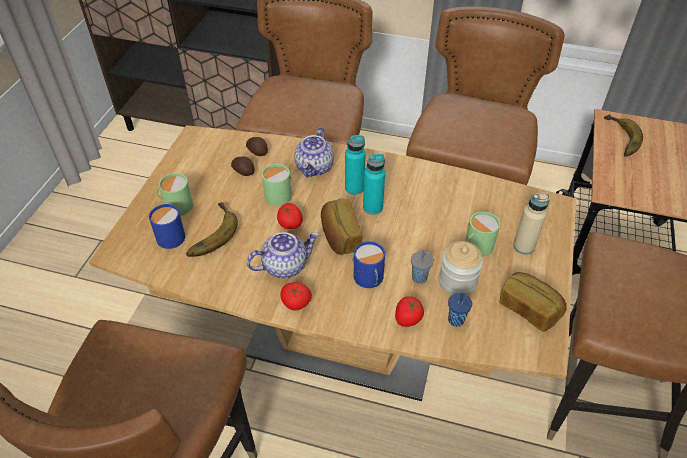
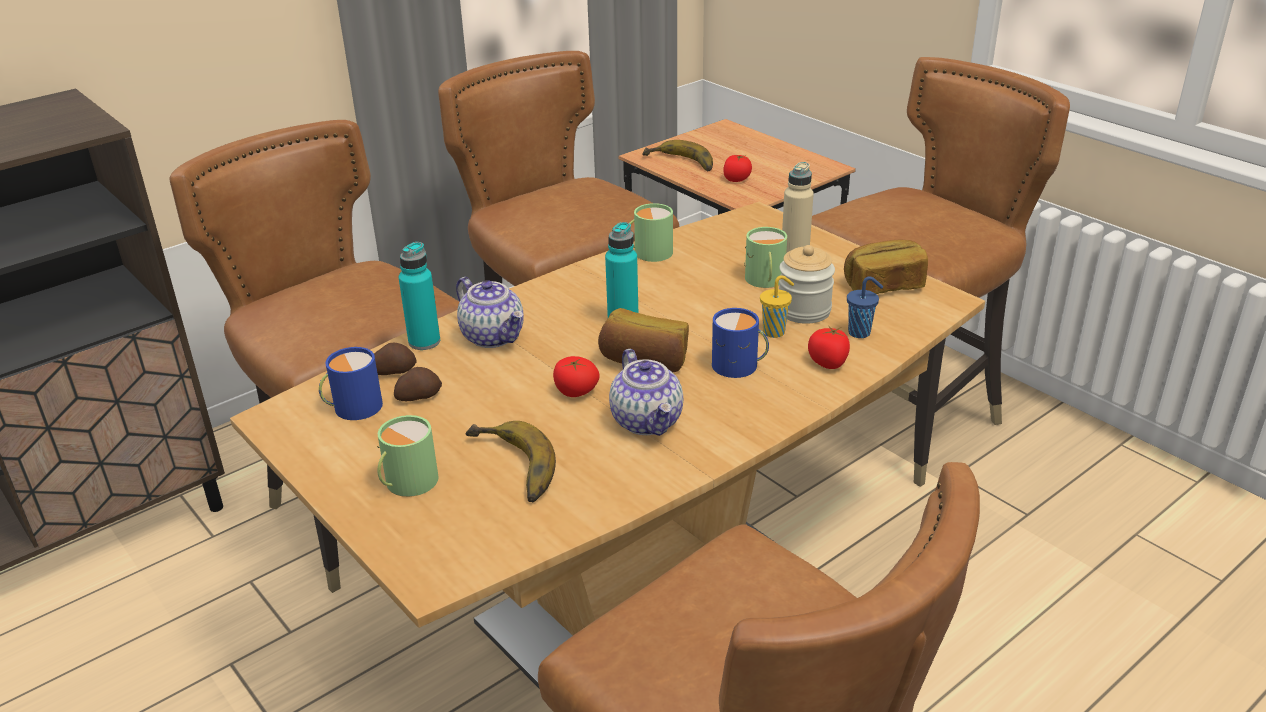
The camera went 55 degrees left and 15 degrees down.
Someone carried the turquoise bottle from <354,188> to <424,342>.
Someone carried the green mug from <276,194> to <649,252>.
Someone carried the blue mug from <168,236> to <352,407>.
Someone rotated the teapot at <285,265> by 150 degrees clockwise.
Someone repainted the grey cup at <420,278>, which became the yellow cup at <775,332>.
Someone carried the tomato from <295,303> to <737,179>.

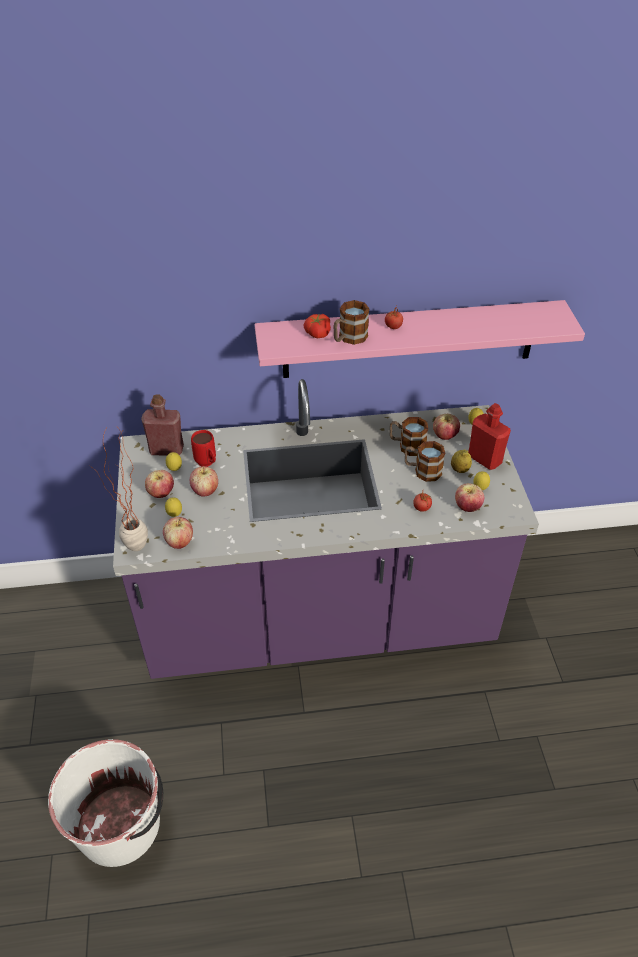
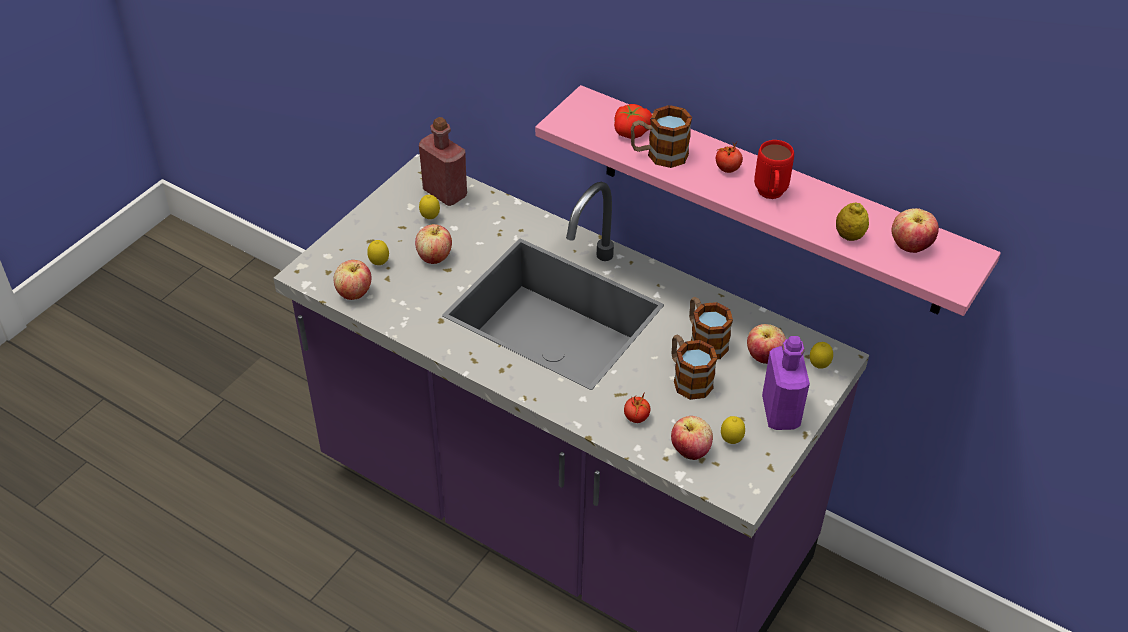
The camera went 40 degrees right and 0 degrees up.
Someone repainted the red bottle at <484,459>, which became the purple bottle at <780,412>.
Someone took away the potted plant at <134,553>.
Someone carried the red mug from <207,464> to <770,196>.
Someone carried the lemon from <459,470> to <849,236>.
Someone carried the apple from <161,493> to <910,246>.
Someone took away the white bucket at <120,824>.

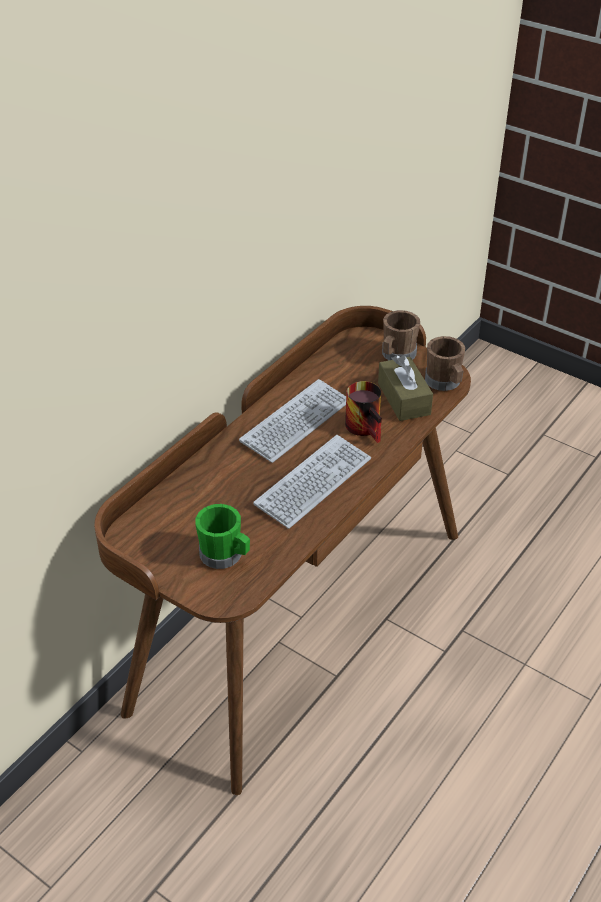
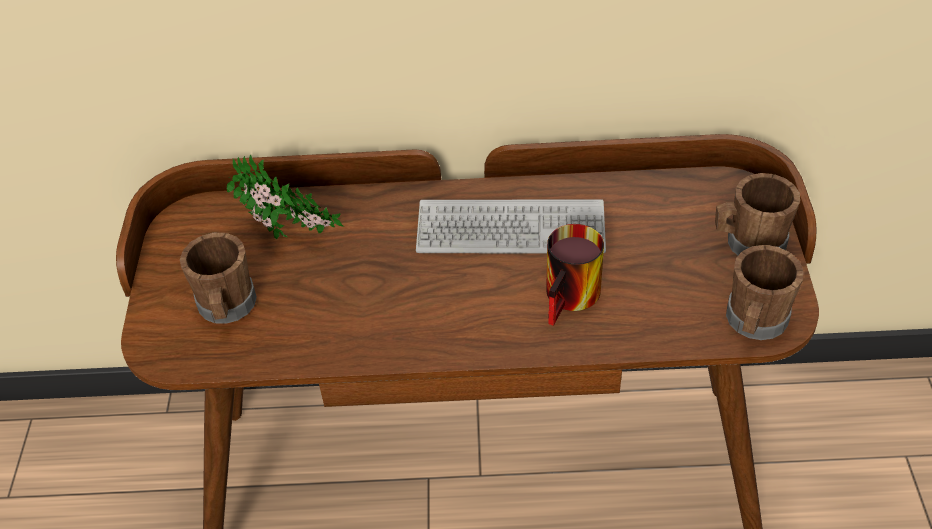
The camera went 55 degrees right and 5 degrees up.
Someone took away the brown tissue box at <404,399>.
Someone took away the keyboard at <313,482>.
Someone repainted the green mug at <225,555>, which became the brown mug at <227,307>.
Someone put down the potted plant at <291,238>.

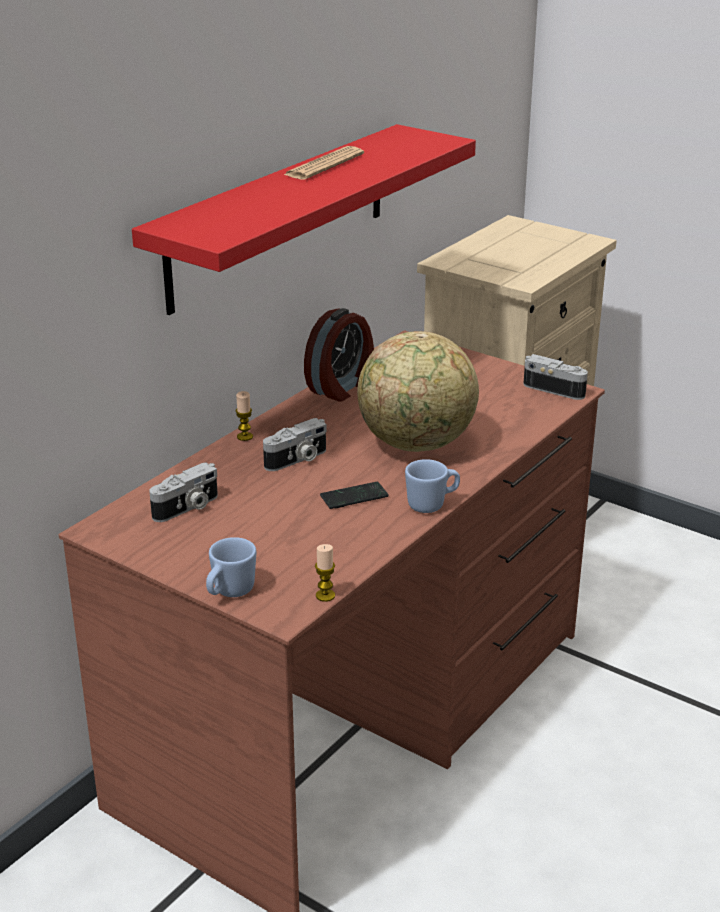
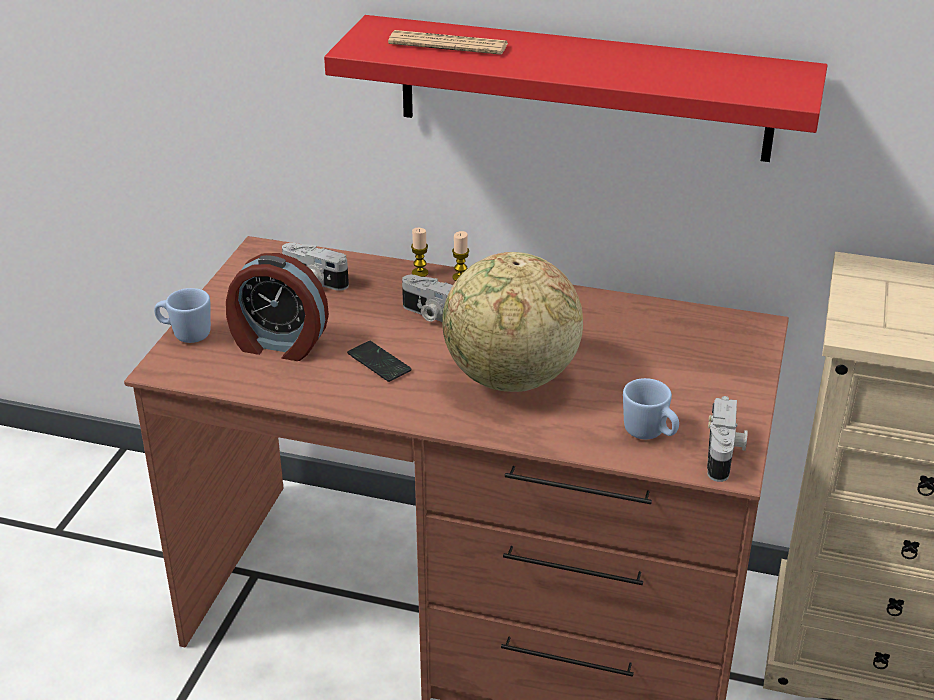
The camera went 70 degrees right and 5 degrees up.
Someone carried the newspaper from <324,165> to <448,44>.
Someone carried the alarm clock from <342,387> to <278,344>.
Someone carried the blue mug from <432,504> to <650,434>.
Someone carried the candle from <325,595> to <420,273>.

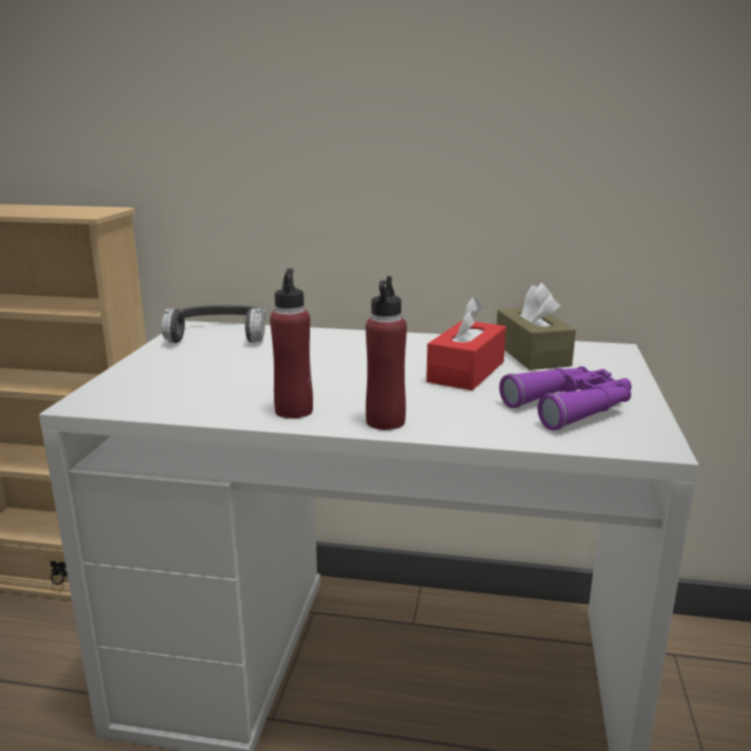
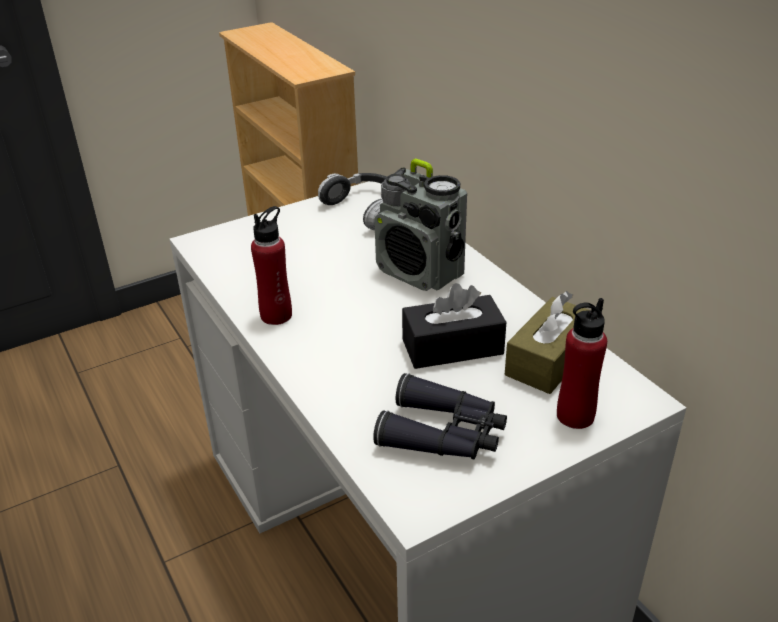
The camera went 50 degrees right and 15 degrees up.
Someone carried the red bottle from <385,422> to <575,416>.
Someone repainted the red tissue box at <466,372>, which became the black tissue box at <452,347>.
Someone repainted the purple binoculars at <571,407>, which became the black binoculars at <444,434>.
Someone put down the radio at <420,273>.

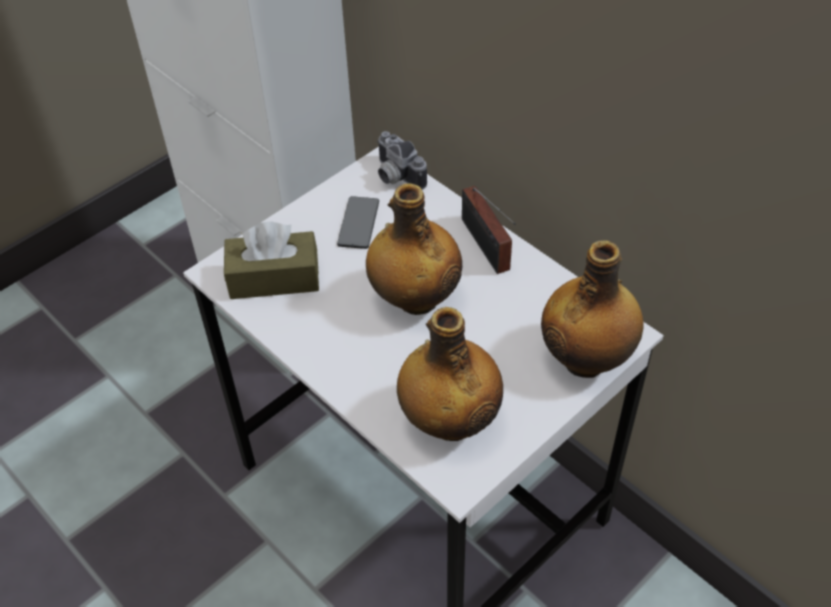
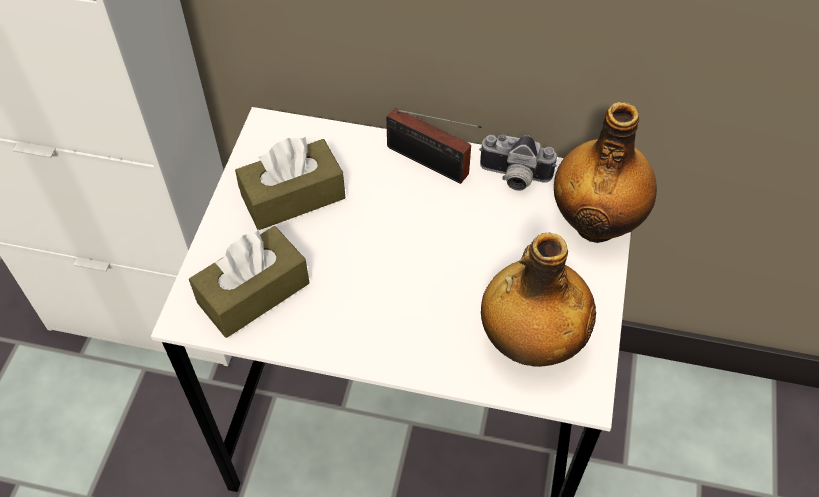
The camera went 35 degrees left and 5 degrees up.
Someone carried the photo camera from <395,176> to <513,178>.
Someone took away the bottle at <415,298>.
Someone swapped the phone at <358,223> for the brown tissue box at <293,197>.

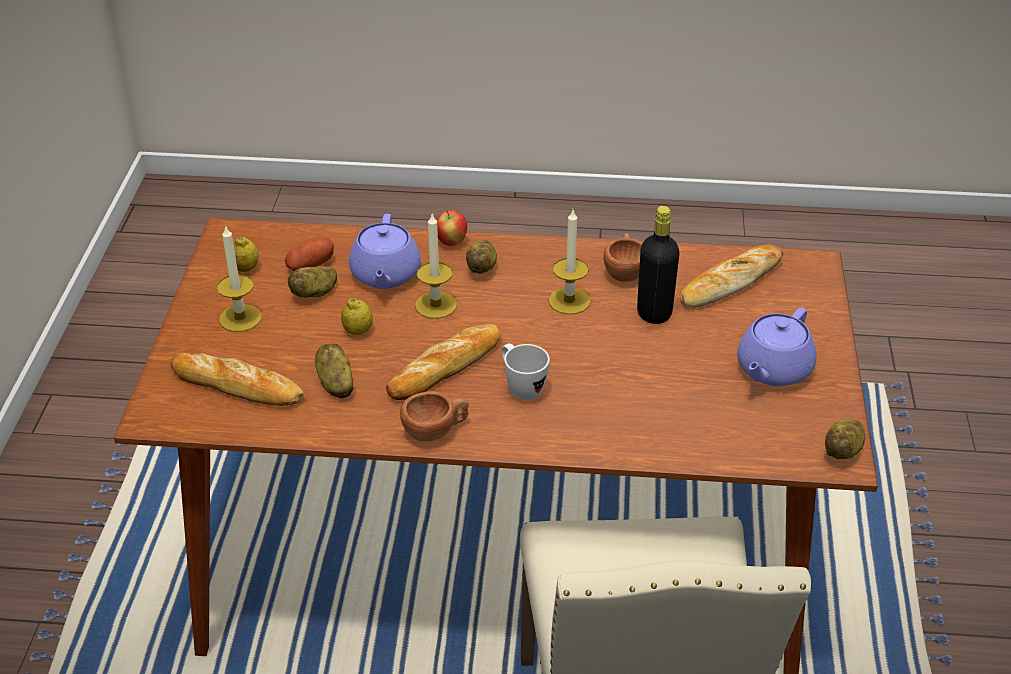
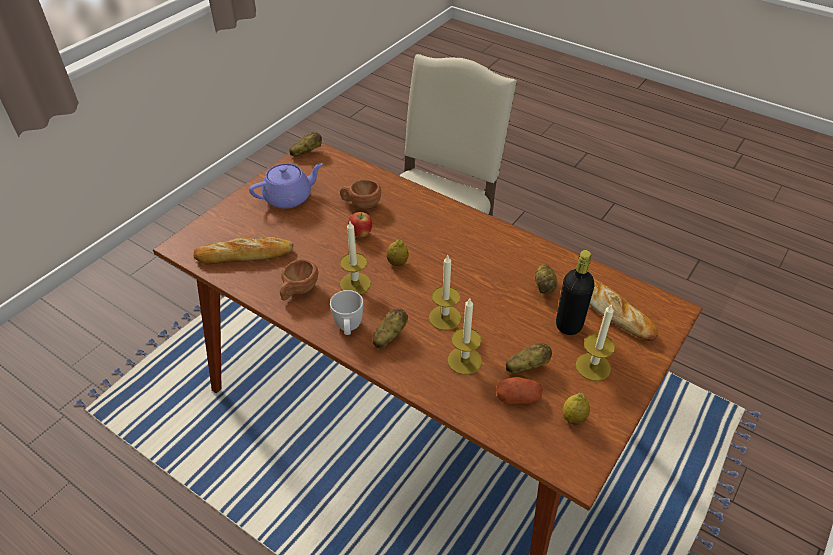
The camera went 150 degrees left and 5 degrees up.
Someone carried the black bottle from <654,313> to <568,325>.
Someone carried the apple from <451,242> to <360,234>.
Someone swapped the purple teapot at <385,275> for the candle at <464,360>.
Someone carried the lemon from <358,331> to <397,263>.
Someone took away the bread at <446,367>.
Someone carried the white mug from <521,387> to <348,329>.
Someone carried the brown cup from <436,431> to <361,204>.

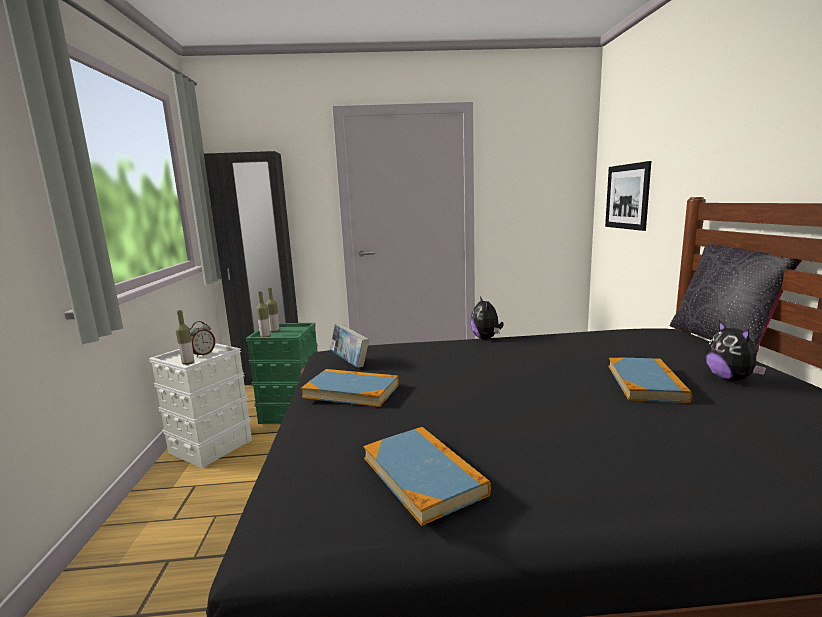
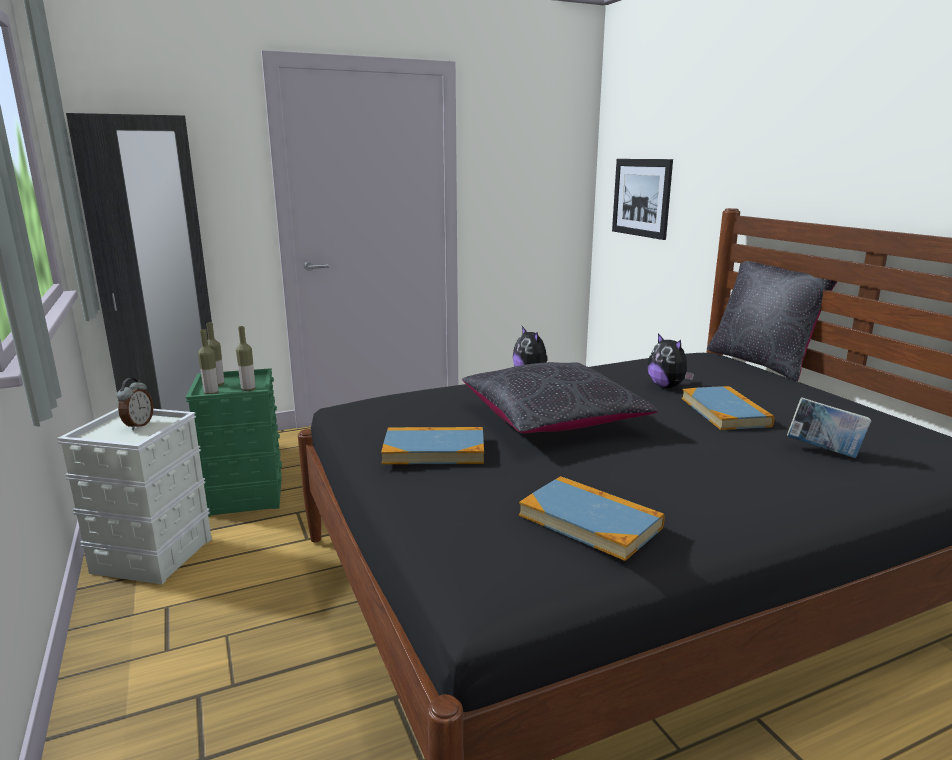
The camera went 20 degrees left and 5 degrees up.
Someone carried the bottle from <188,363> to <248,389>.
Someone carried the plush toy from <730,379> to <667,386>.
Someone carried the book from <350,362> to <823,451>.
Someone put down the black pillow at <552,419>.

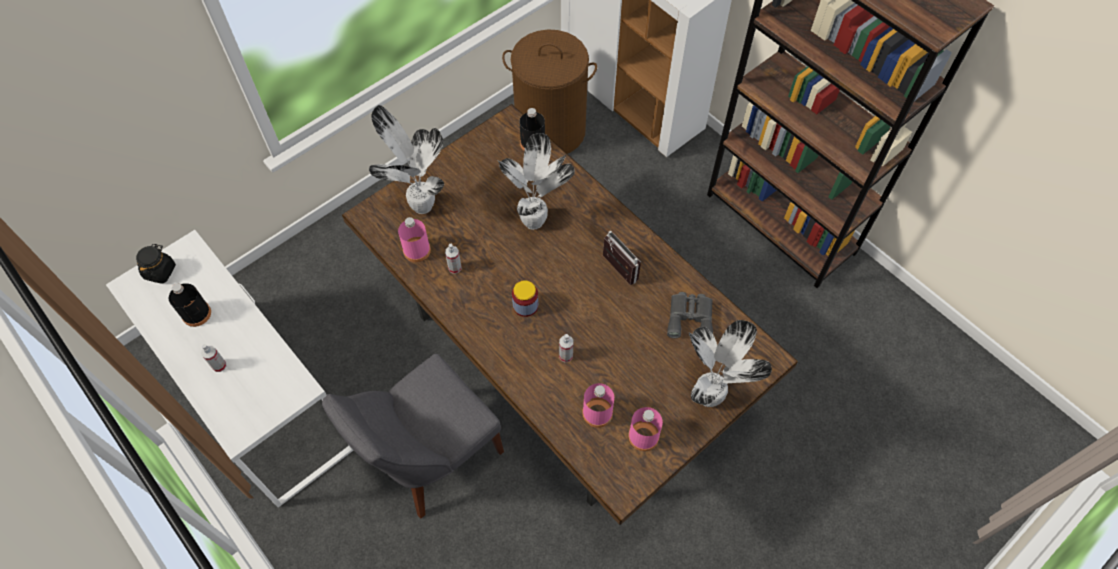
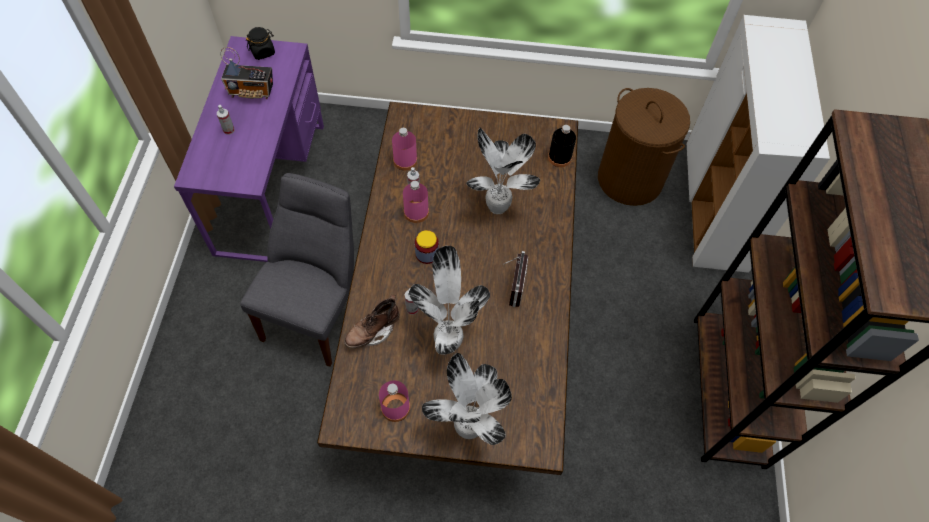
The camera went 45 degrees right and 0 degrees up.
Someone carried the potted plant from <421,205> to <448,340>.
Someone repainted the white desk at <259,399>, which became the purple desk at <271,187>.
Someone swapped the black bottle at <196,314> for the radio at <252,91>.
Someone took away the grey binoculars at <690,317>.
Someone rotated the grey chair at <430,457> by 105 degrees clockwise.
Someone carried the pink bottle from <597,413> to <416,212>.
Someone put down the brown boot at <373,331>.

